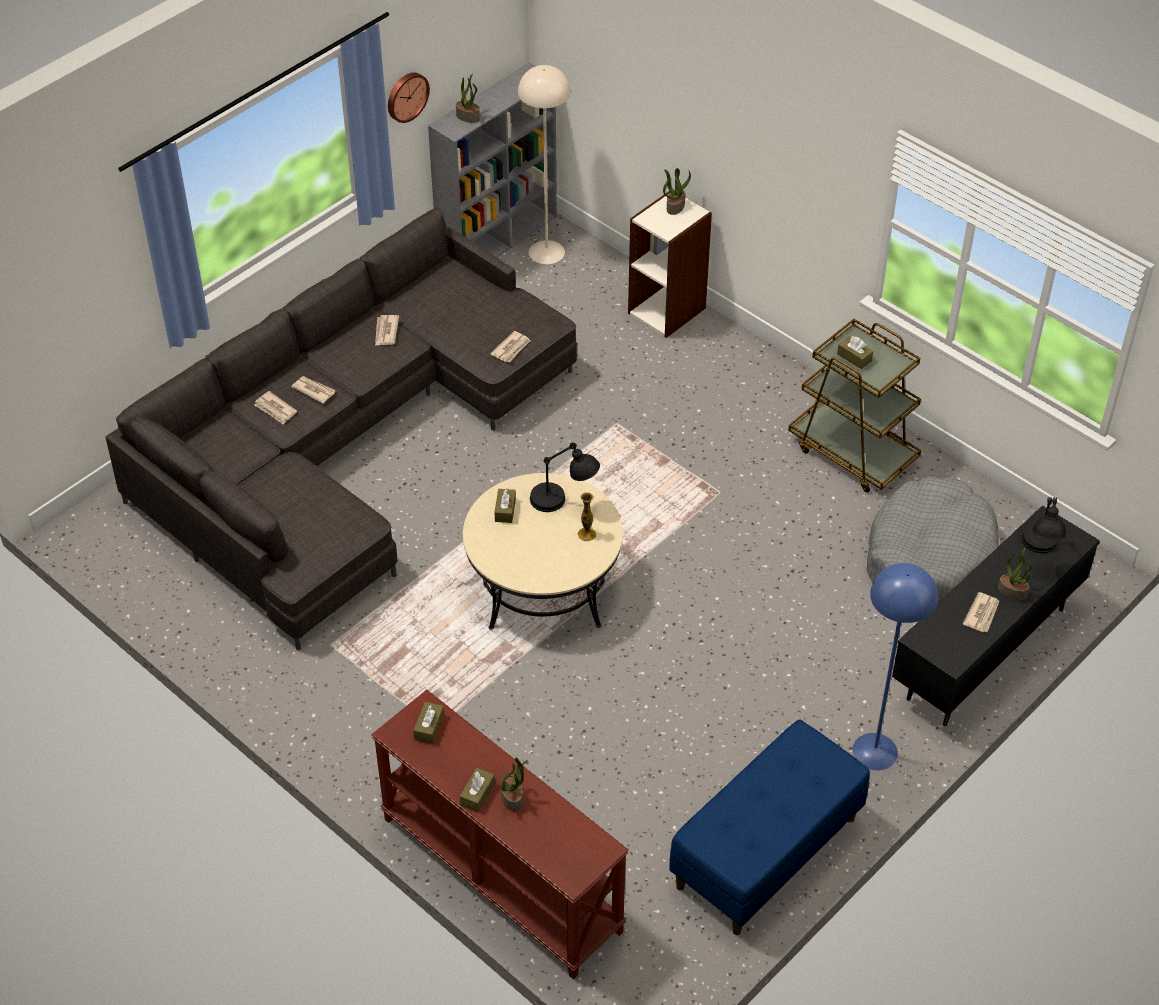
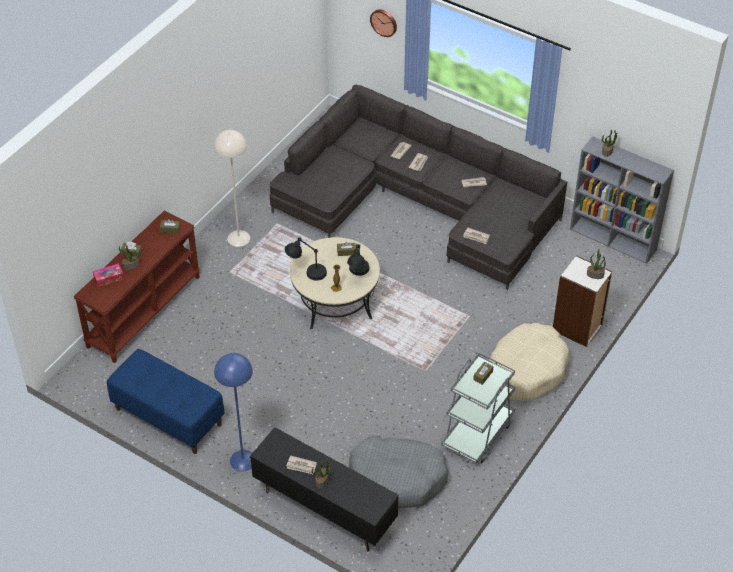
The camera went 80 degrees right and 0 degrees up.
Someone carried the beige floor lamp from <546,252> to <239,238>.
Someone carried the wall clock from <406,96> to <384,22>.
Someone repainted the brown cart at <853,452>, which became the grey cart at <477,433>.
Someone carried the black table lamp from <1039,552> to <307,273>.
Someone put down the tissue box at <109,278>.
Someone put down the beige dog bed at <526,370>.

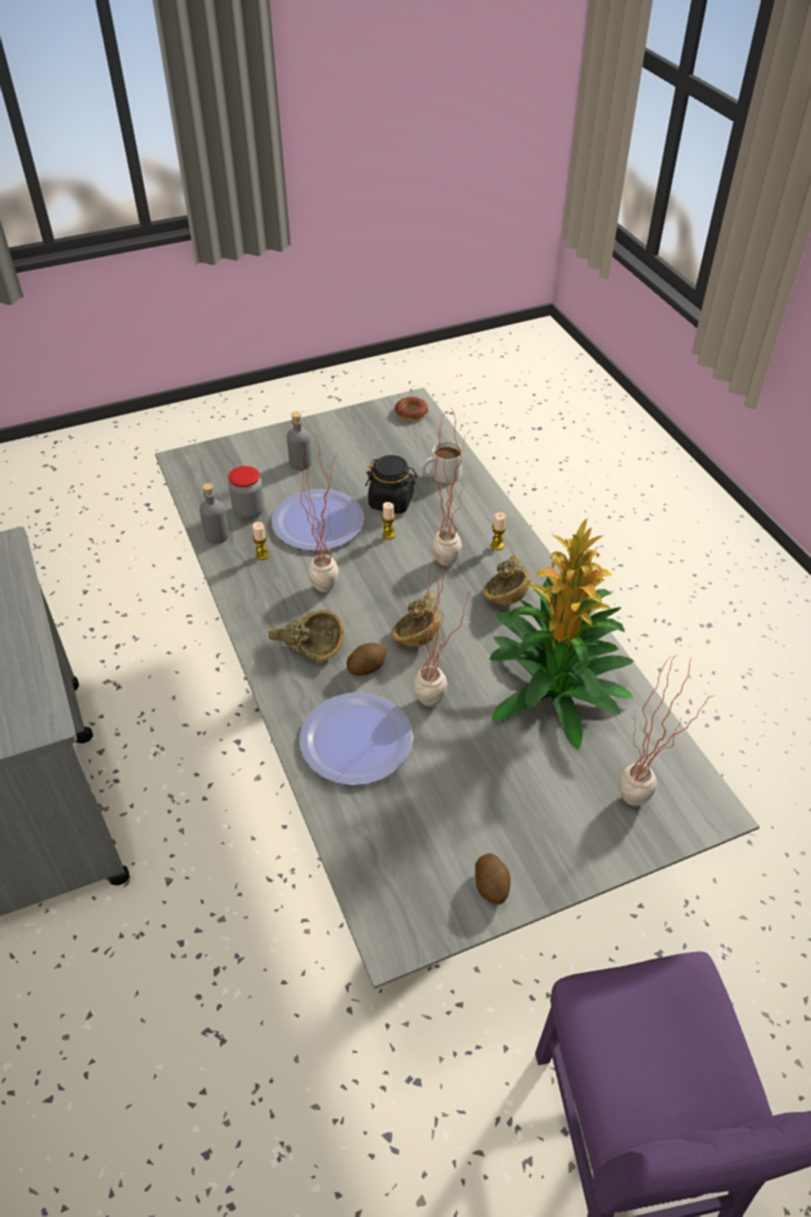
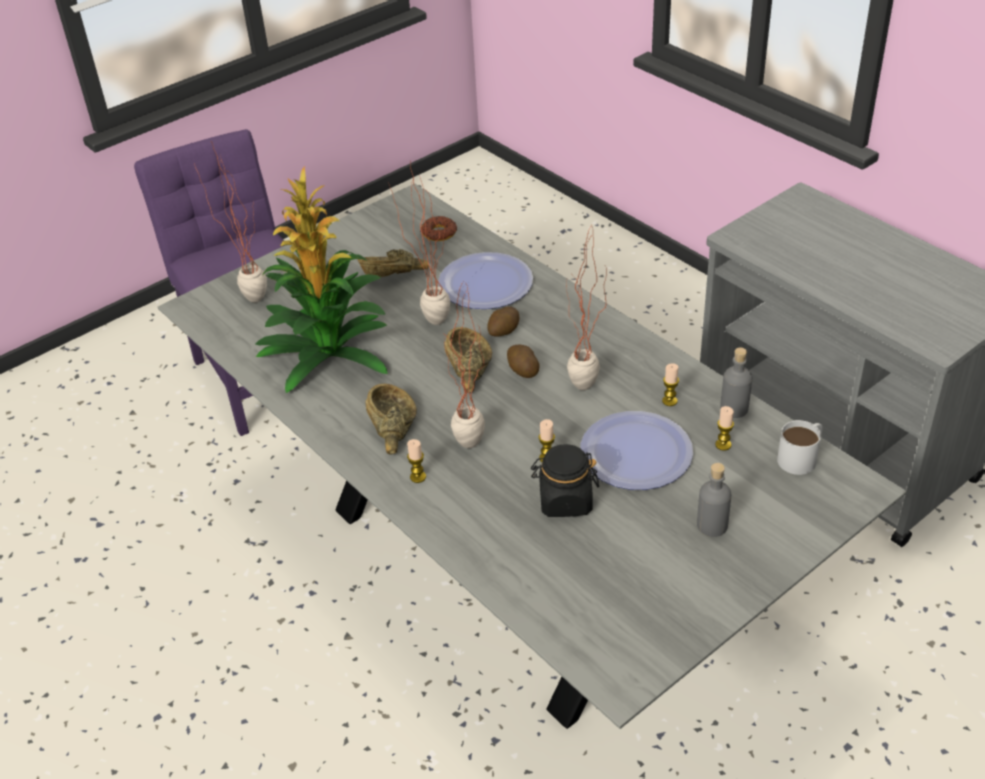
The camera went 165 degrees right and 5 degrees down.
Someone carried the donut from <411,412> to <439,233>.
Someone carried the white mug from <440,475> to <801,457>.
Someone swapped the jar at <249,511> for the candle at <723,445>.
Someone carried the brown bowl from <307,648> to <394,274>.
Someone carried the potato from <492,886> to <522,370>.

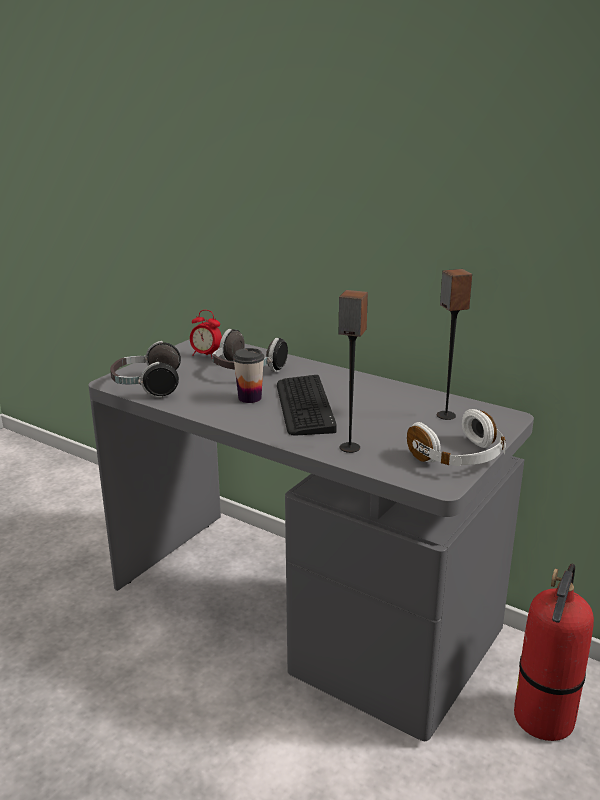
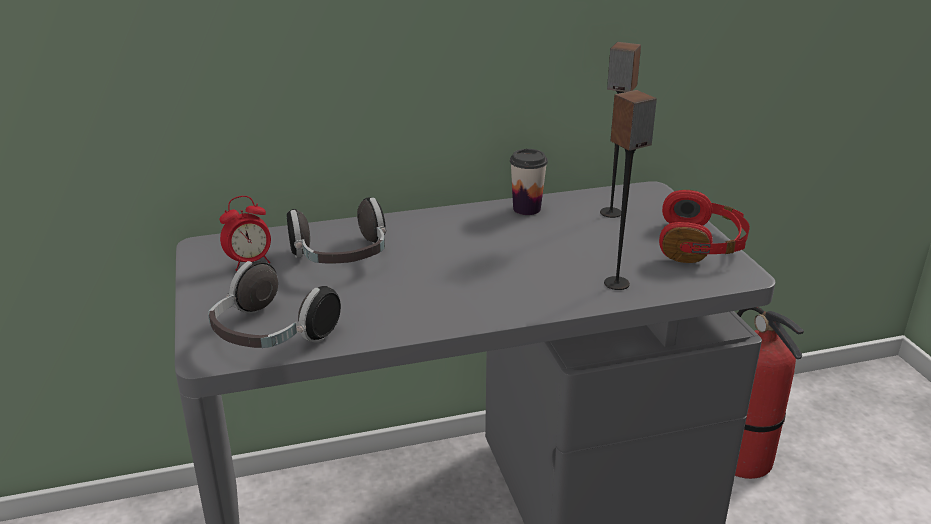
The camera went 50 degrees left and 5 degrees up.
Someone carried the cup from <250,398> to <526,209>.
Someone took away the keyboard at <304,406>.
Someone repainted the white headphones at <459,458>, which became the red headphones at <701,244>.

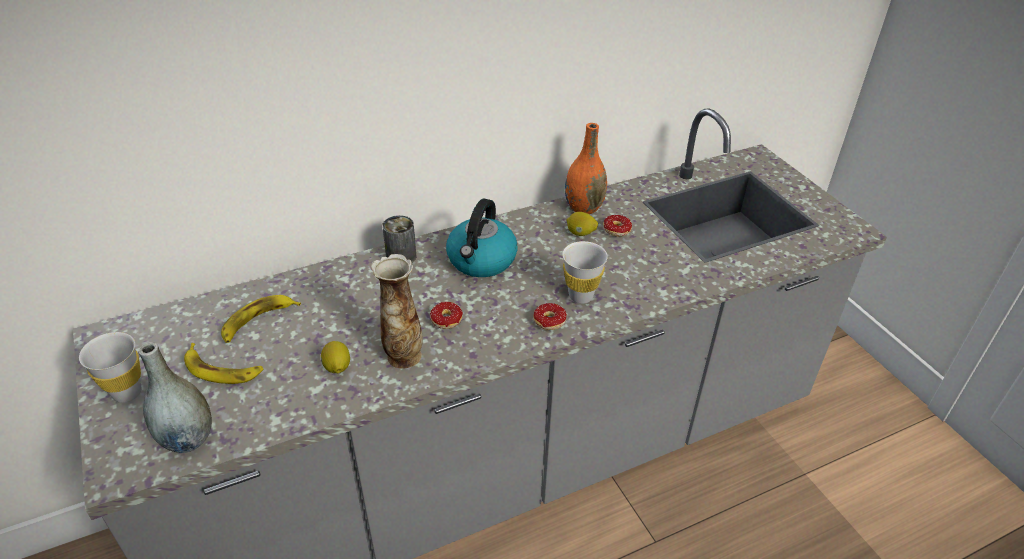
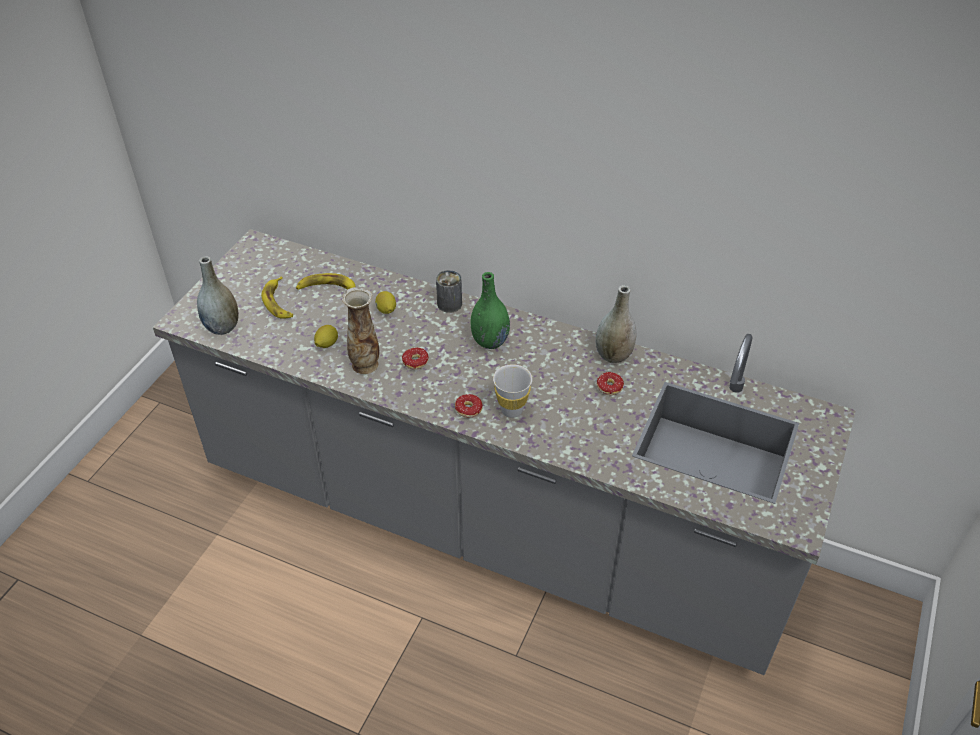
The camera went 50 degrees right and 5 degrees up.
Someone repainted the orange vase at <583,208>, which became the grey vase at <613,355>.
Someone swapped the kettle at <481,261> for the green vase at <490,341>.
Someone carried the lemon from <580,233> to <386,310>.
Someone took away the white cup at <127,392>.

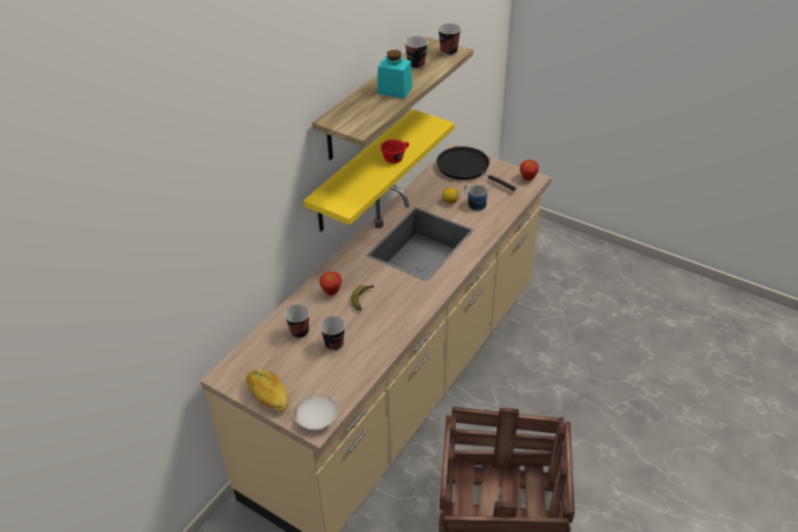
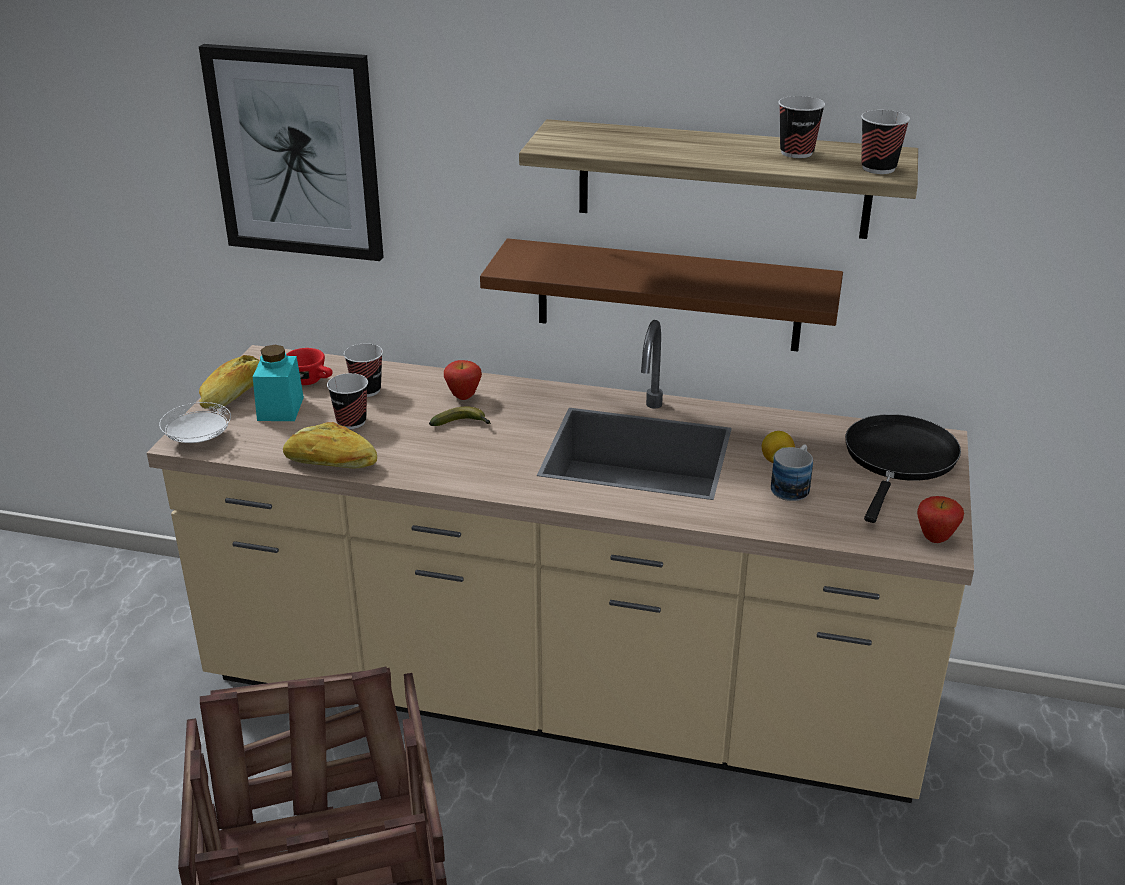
The camera went 70 degrees right and 10 degrees down.
Someone carried the turquoise jar from <394,90> to <280,409>.
Someone repainted the yellow shelf at <362,172>, which became the brown shelf at <668,295>.
Someone carried the red cup from <396,157> to <311,381>.
Someone put up the picture at <296,153>.
Someone put down the bread at <331,463>.

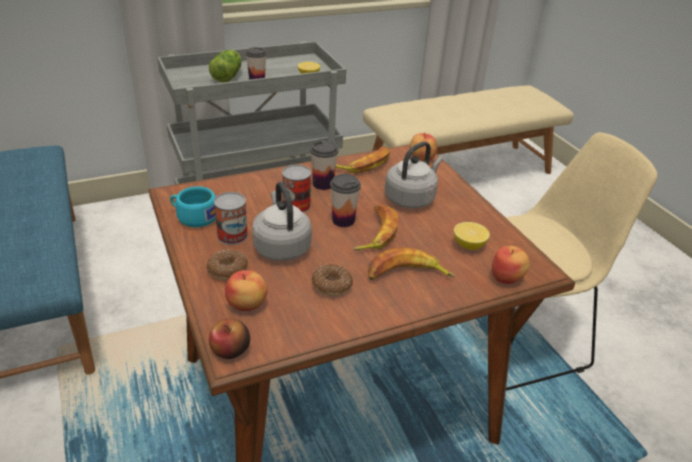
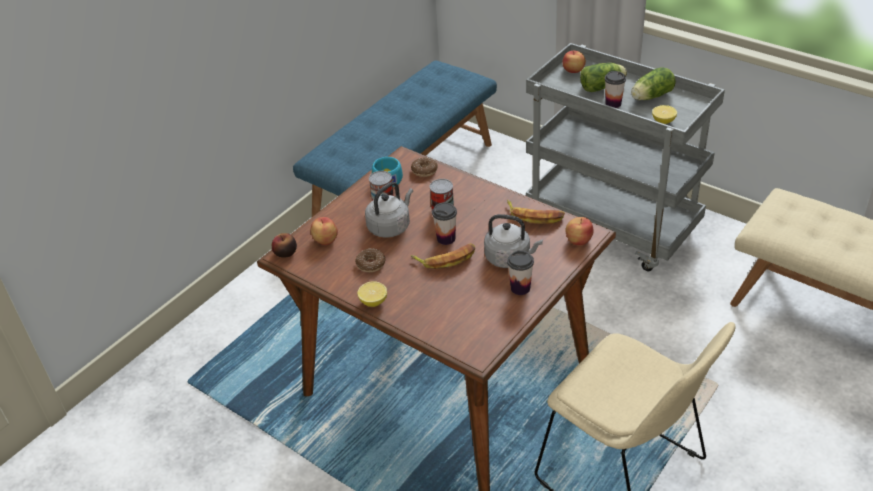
The camera went 65 degrees right and 5 degrees up.
Someone carried the cup from <323,184> to <520,288>.
Someone carried the lemon from <468,245> to <373,301>.
Someone carried the apple from <507,277> to <573,70>.
Someone took away the banana at <406,274>.
Someone carried the donut from <227,270> to <424,170>.
Someone put down the lettuce at <650,97>.

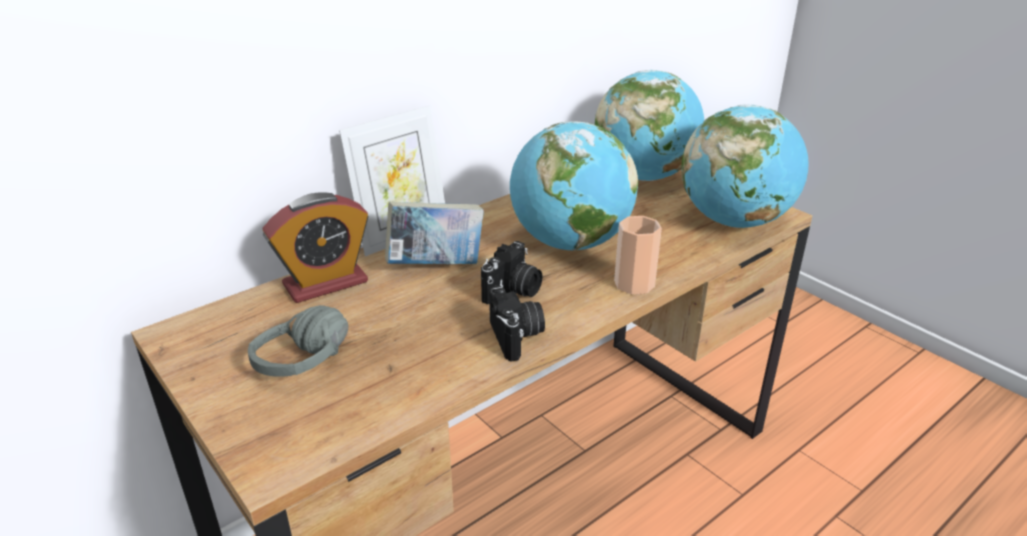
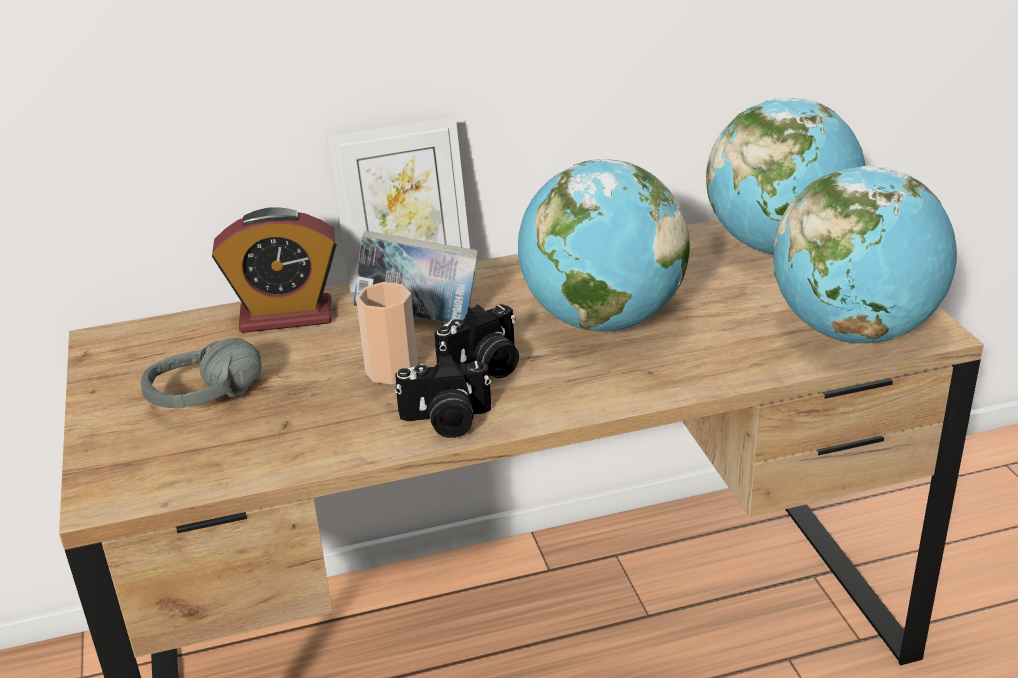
The camera went 25 degrees right and 0 degrees up.
Someone carried the cup from <634,284> to <391,370>.
Someone rotated the photo camera at <517,337> by 75 degrees clockwise.

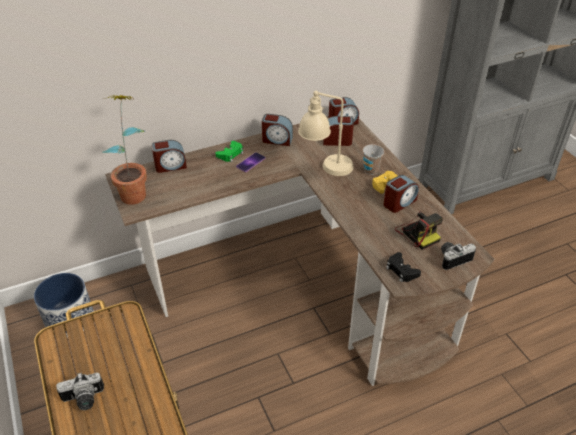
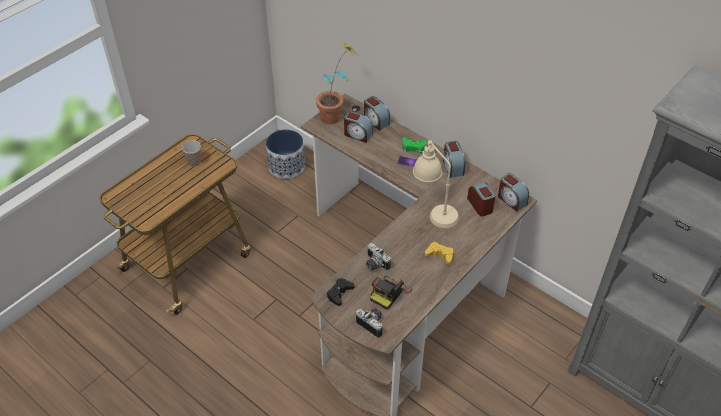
The camera went 65 degrees right and 5 degrees up.
Someone carried the cup from <371,170> to <194,162>.
Someone carried the alarm clock from <399,202> to <357,135>.
Someone carried the photo camera from <83,400> to <374,264>.

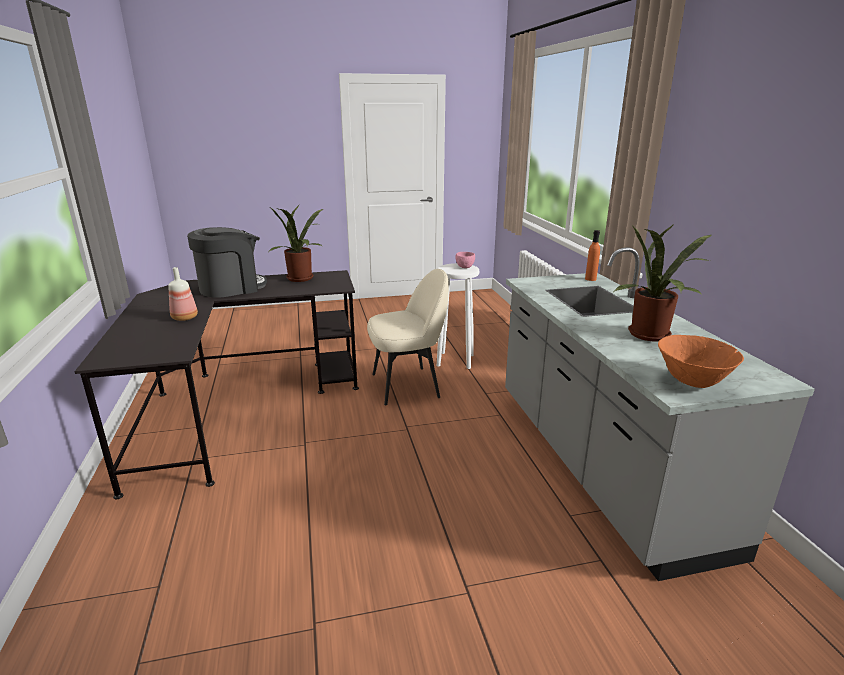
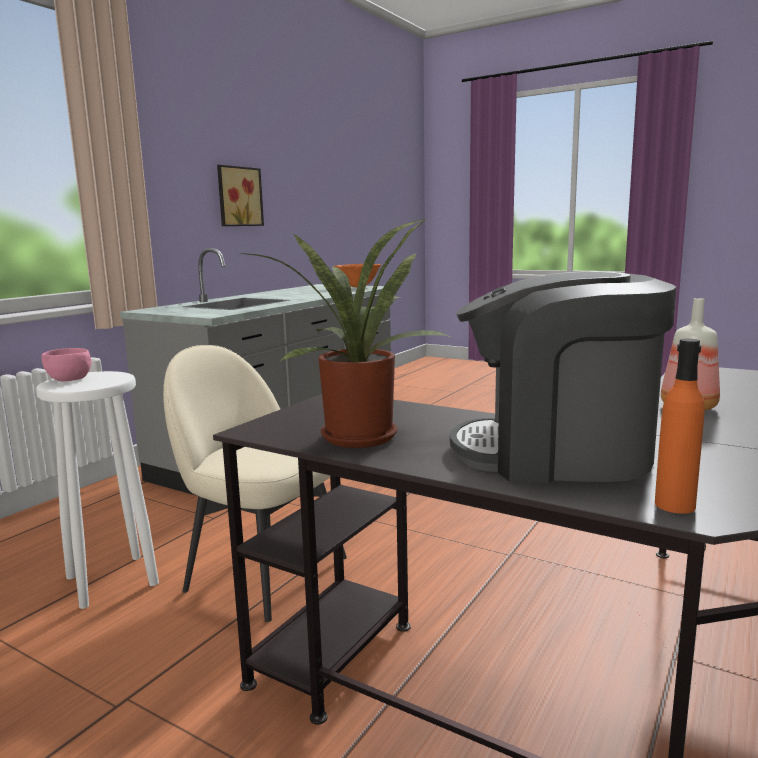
The camera went 135 degrees left and 10 degrees down.
Someone took away the potted plant at <652,336>.
Someone carried the orange bottle from <590,279> to <674,505>.
Someone put up the picture at <238,196>.

